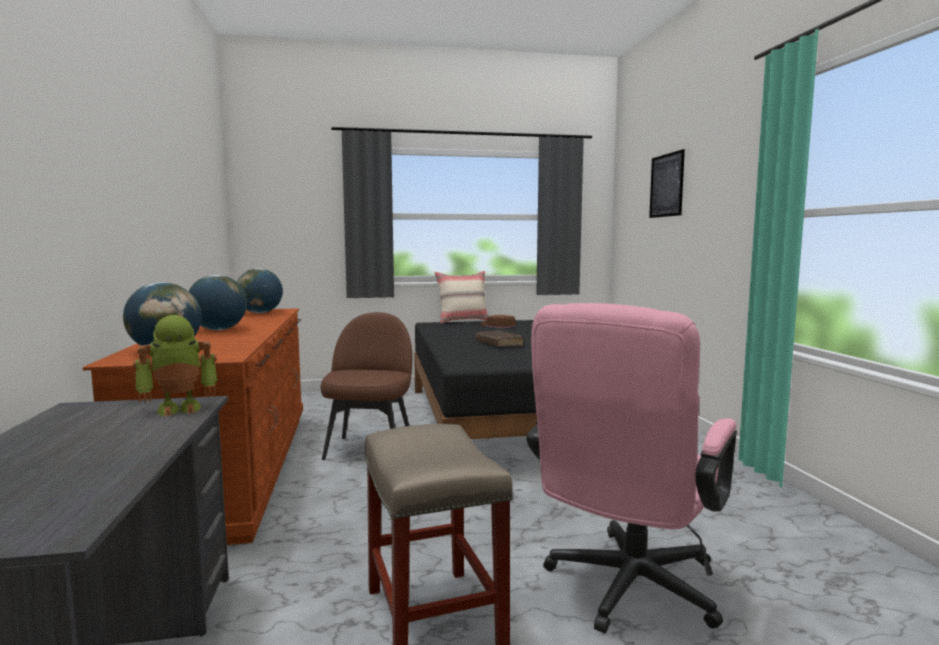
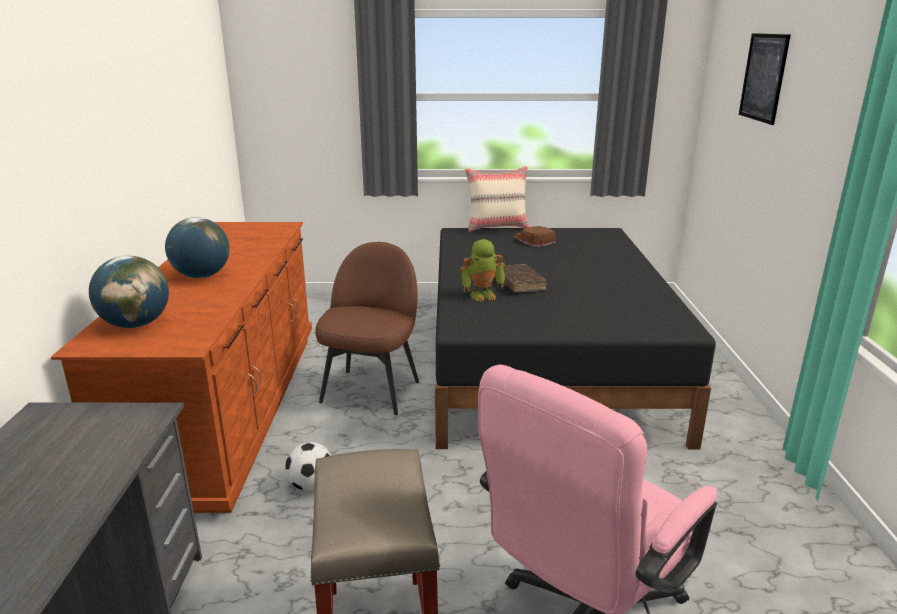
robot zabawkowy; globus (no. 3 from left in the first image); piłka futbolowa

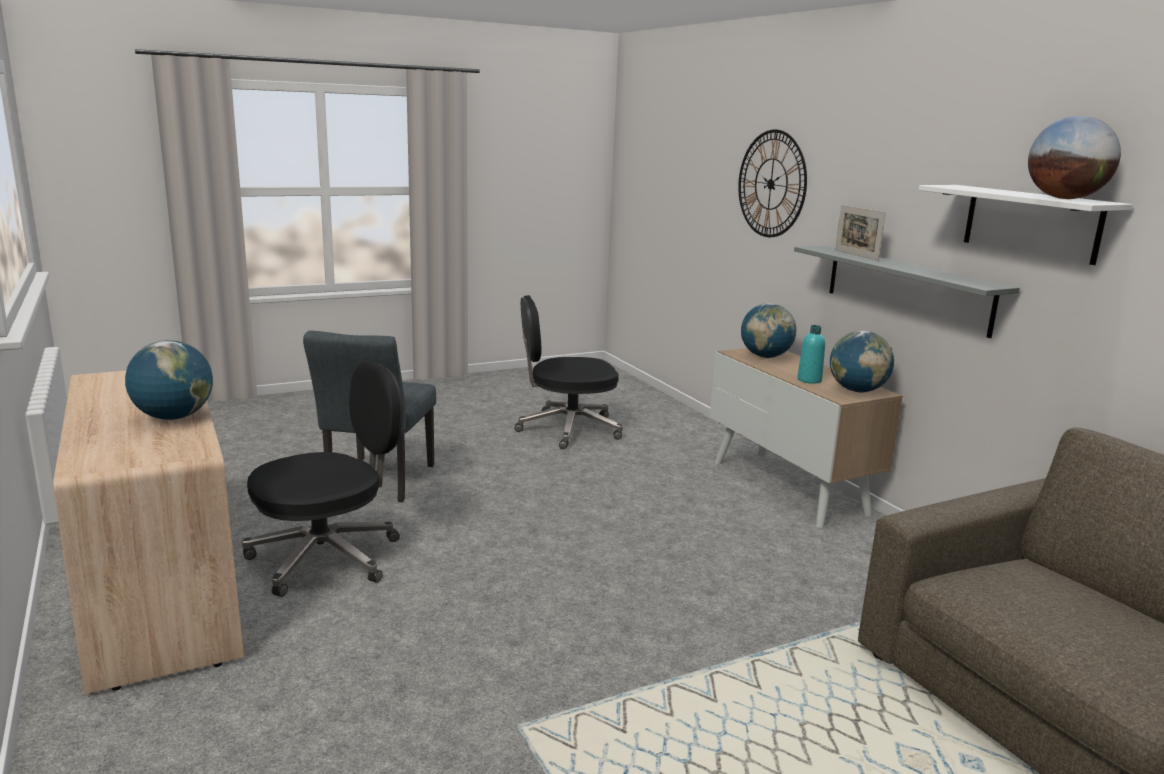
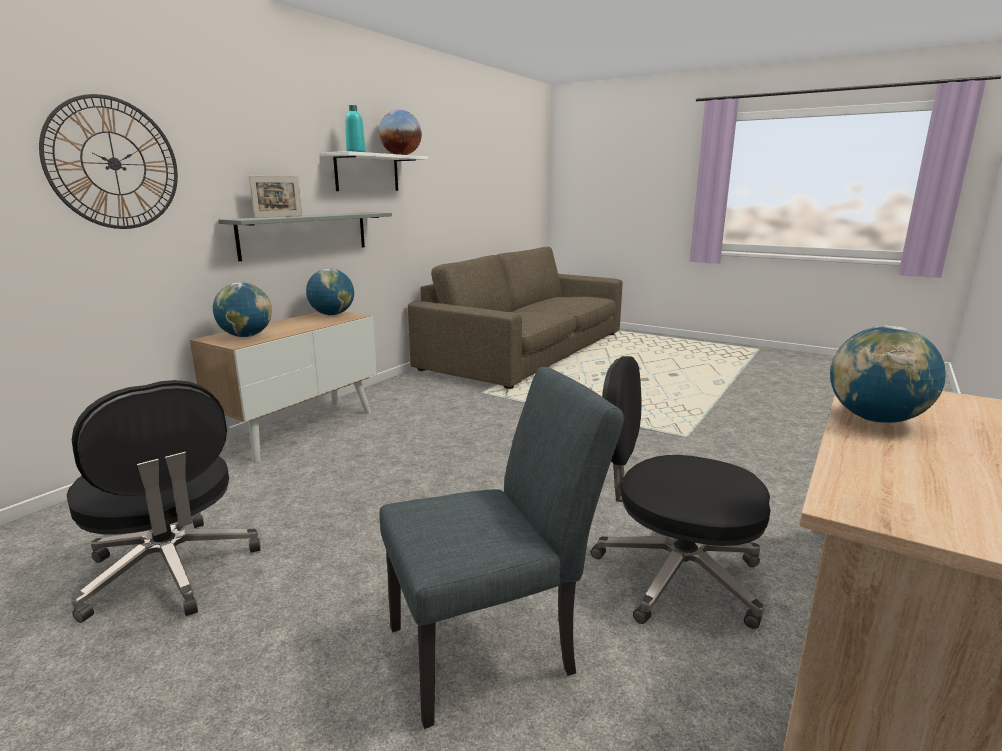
butelka/turkusowy

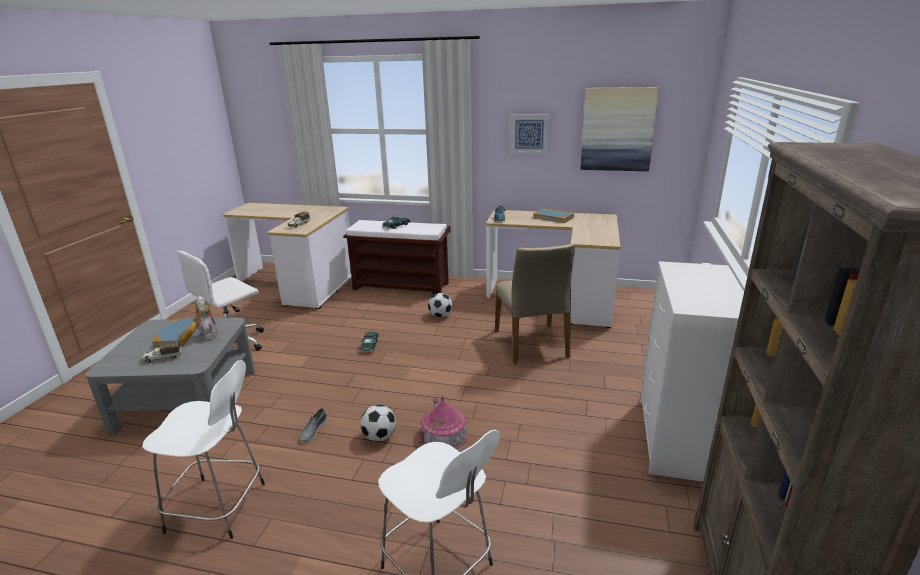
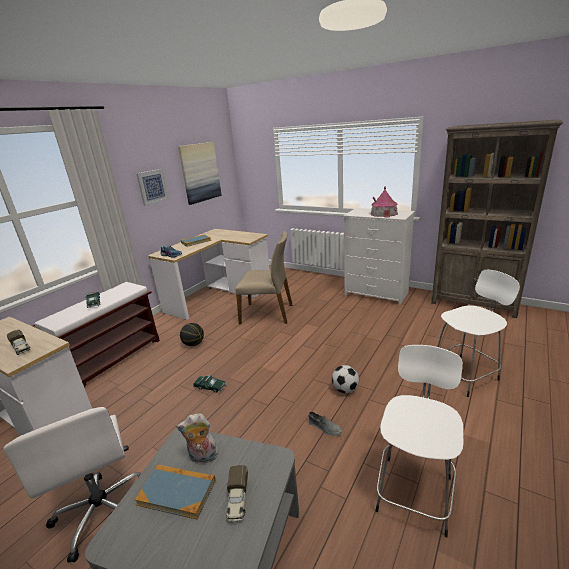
domek; piłka do koszykówki

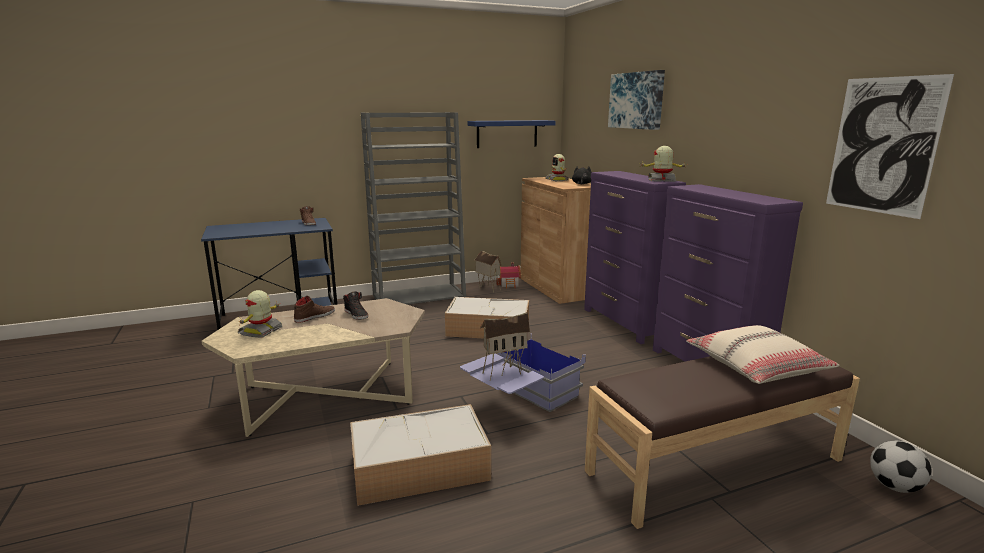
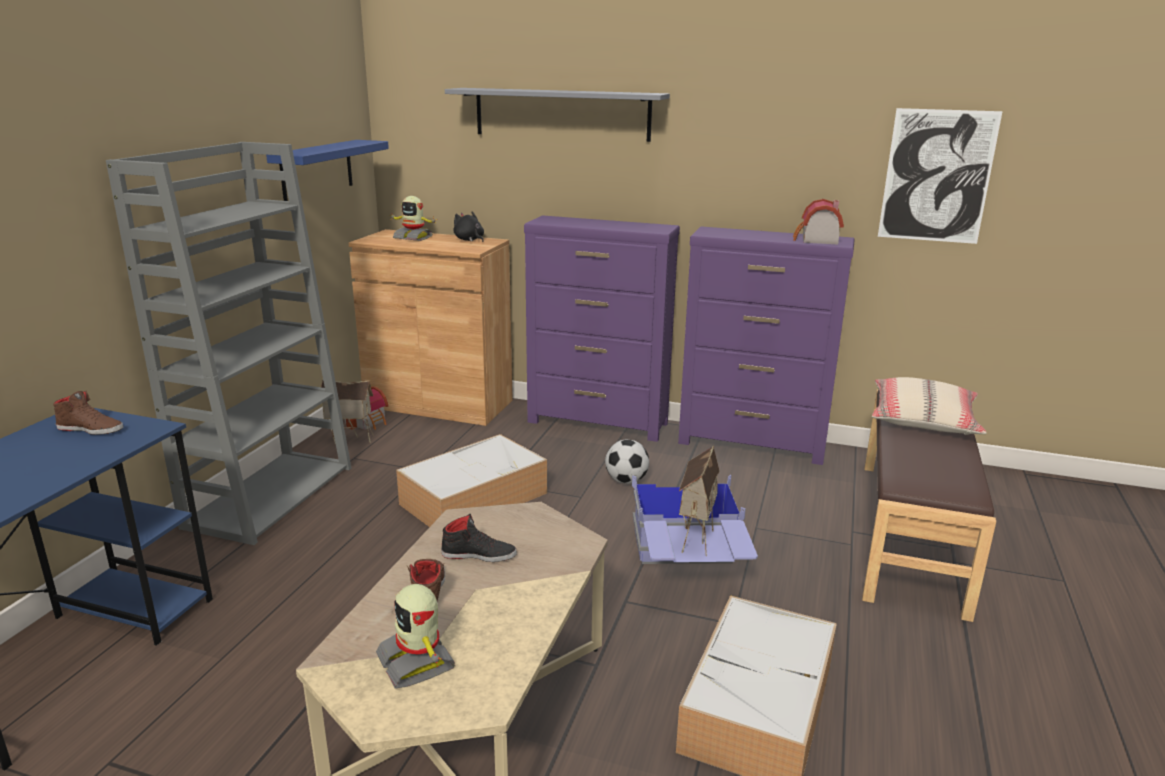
półka/szary; robot zabawkowy (no. 3 from left in the first image); piłka futbolowa; domek (no. 4 from left)

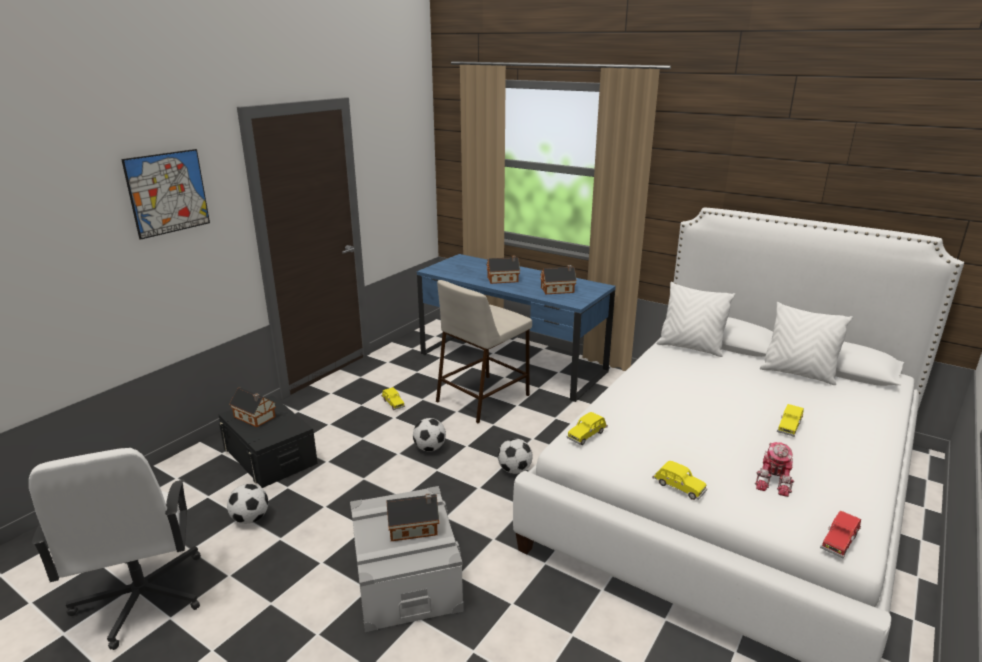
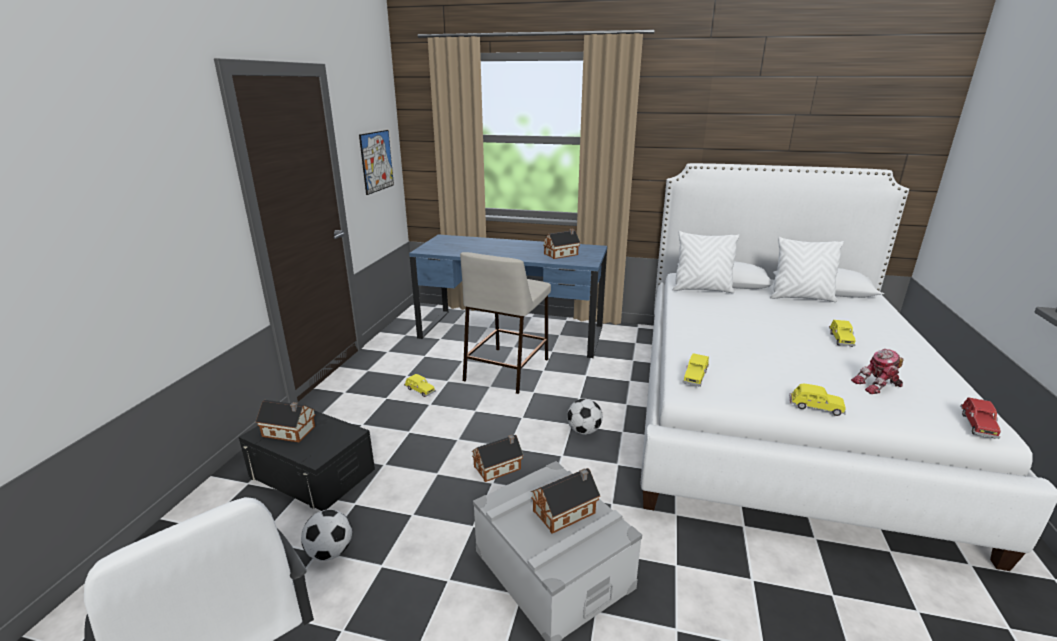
obraz; piłka futbolowa (no. 2 from left in the first image); domek (no. 2 from left); robot zabawkowy

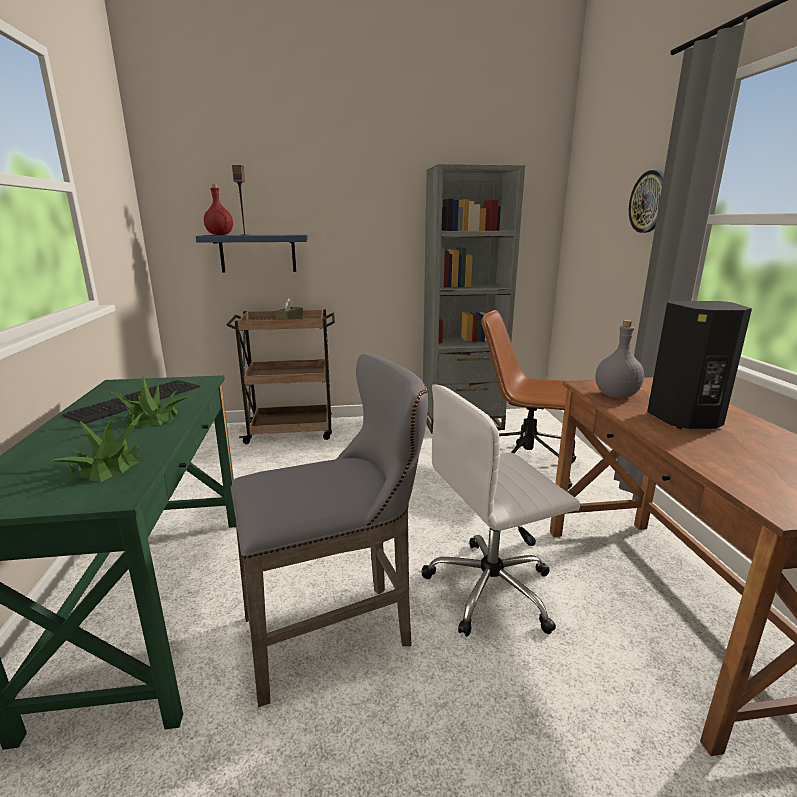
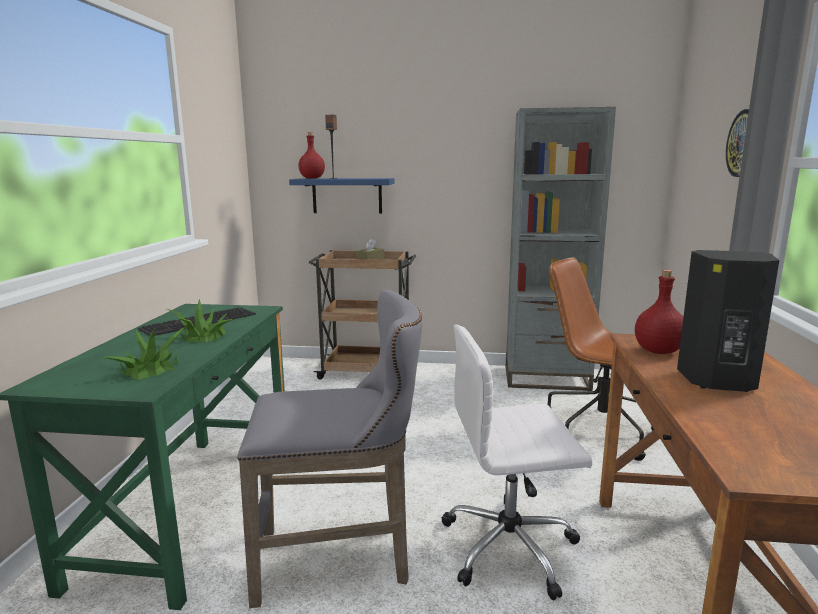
butelka/czerwony (no. 2 from left)

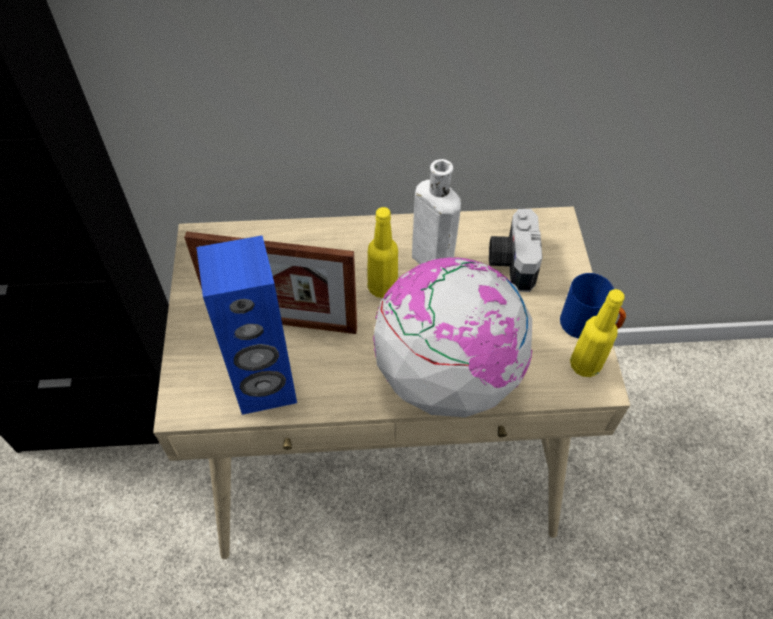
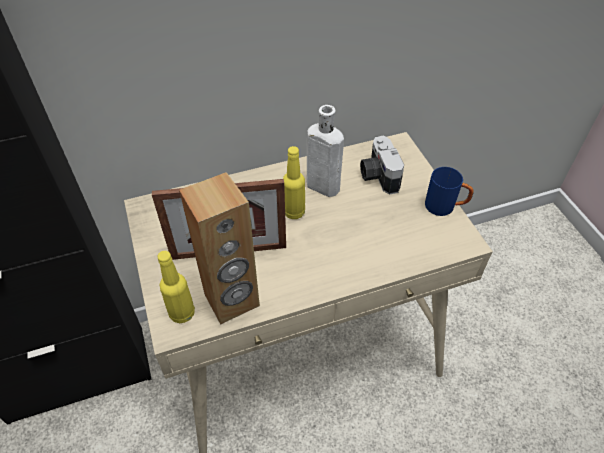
głośnik/brązowy; globus; butelka/żółty (no. 1 from left)

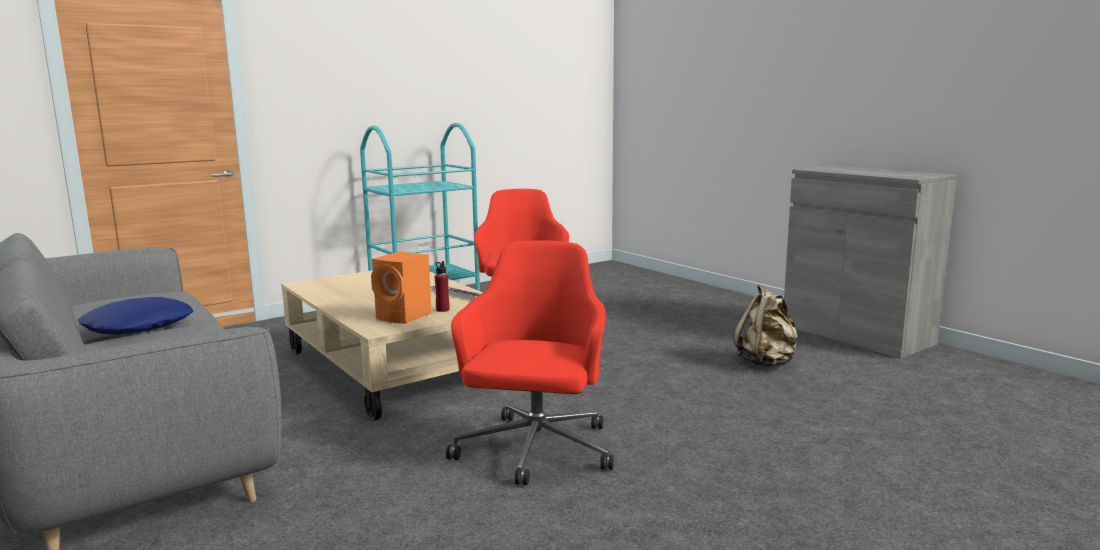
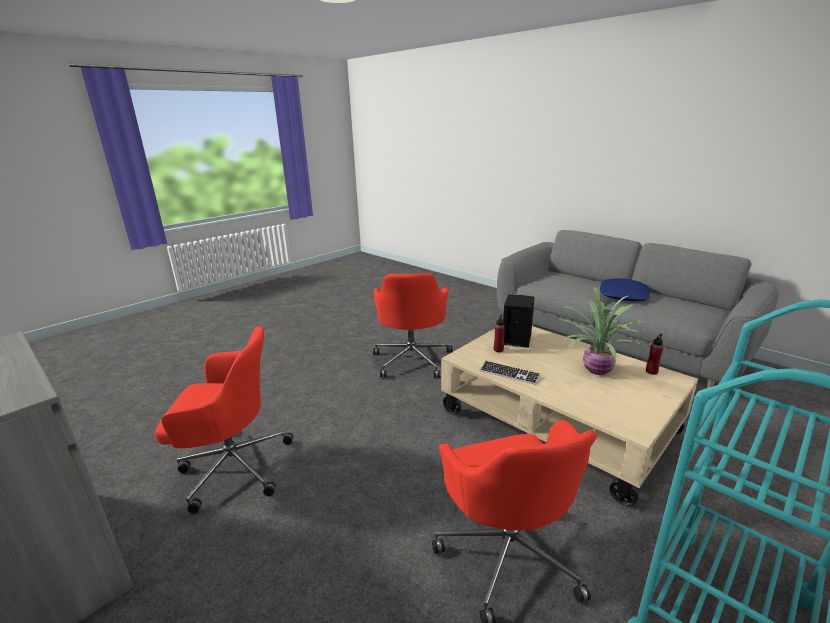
głośnik/czarny; krzesło biurowe/czerwony (no. 1 from left); roślina doniczkowa; butelka/czerwony (no. 2 from left)

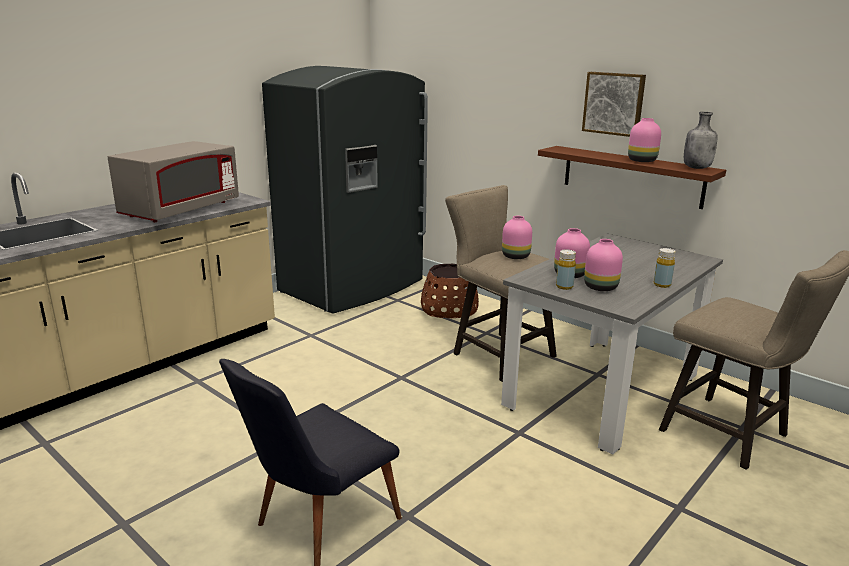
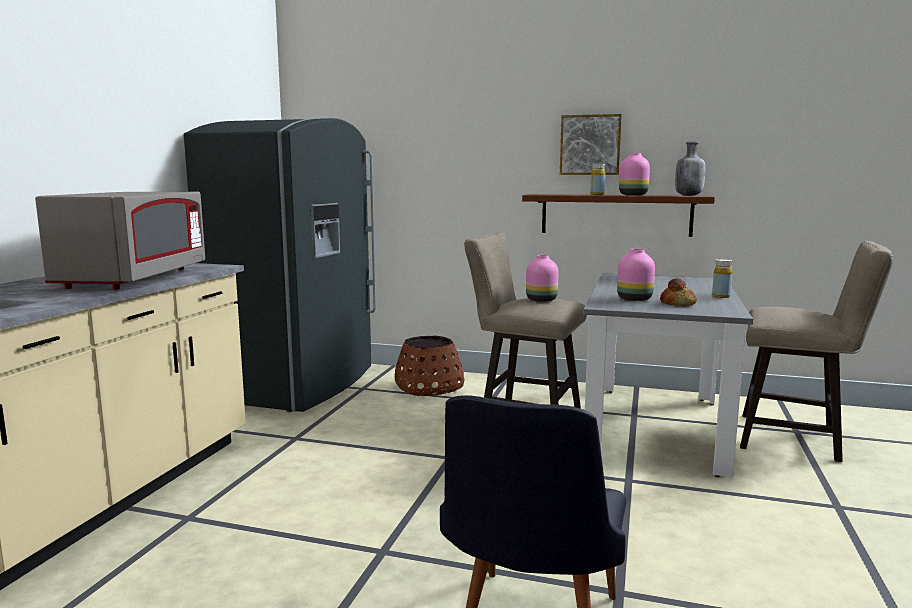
butelka/żółty (no. 1 from left); chleb

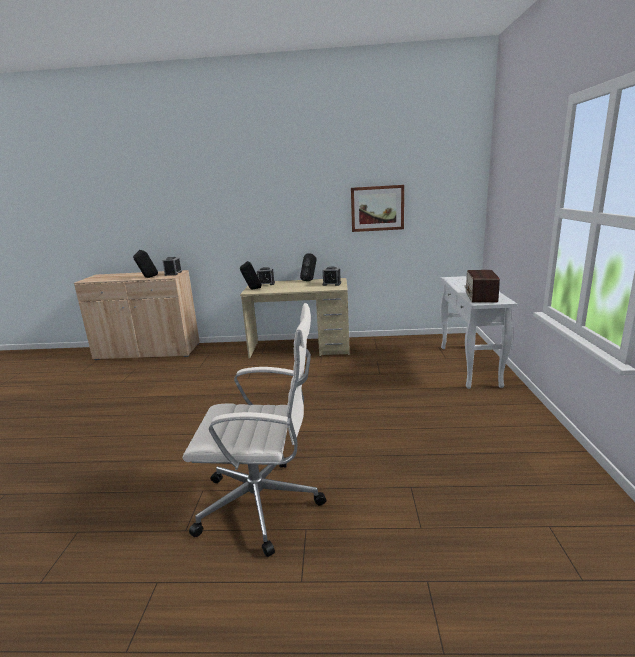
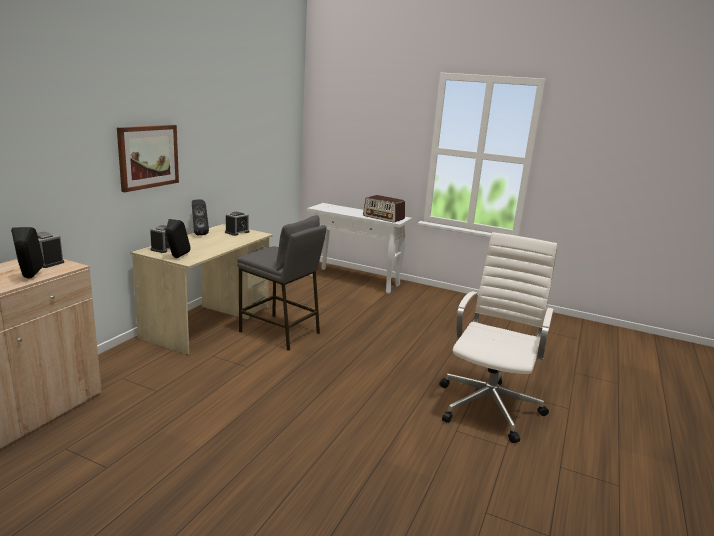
obraz; stołek/szary

